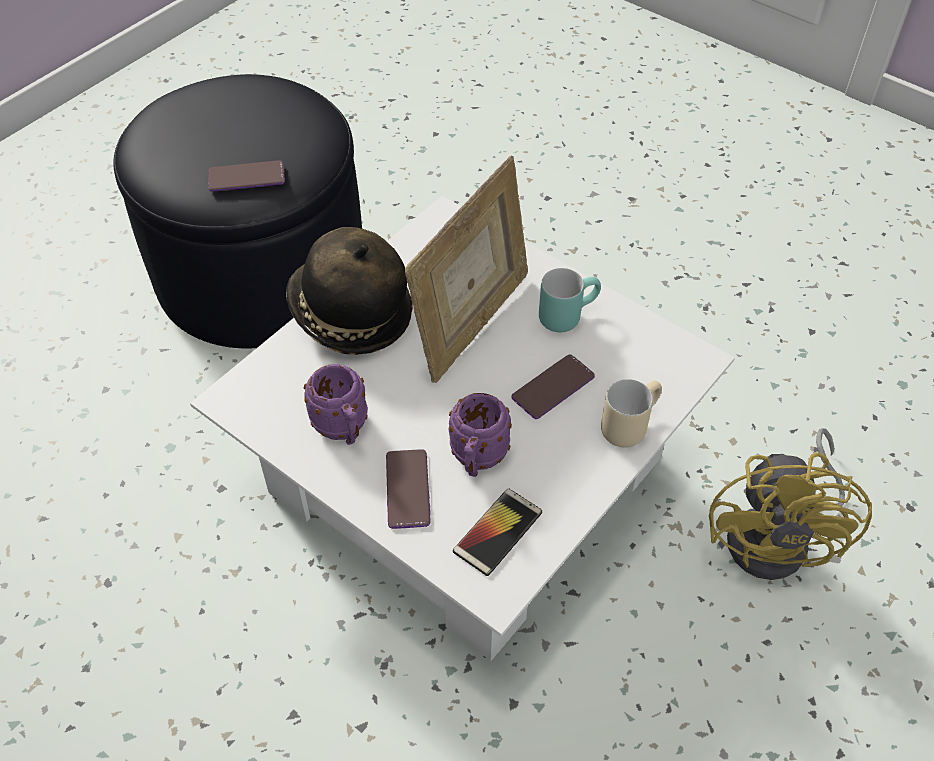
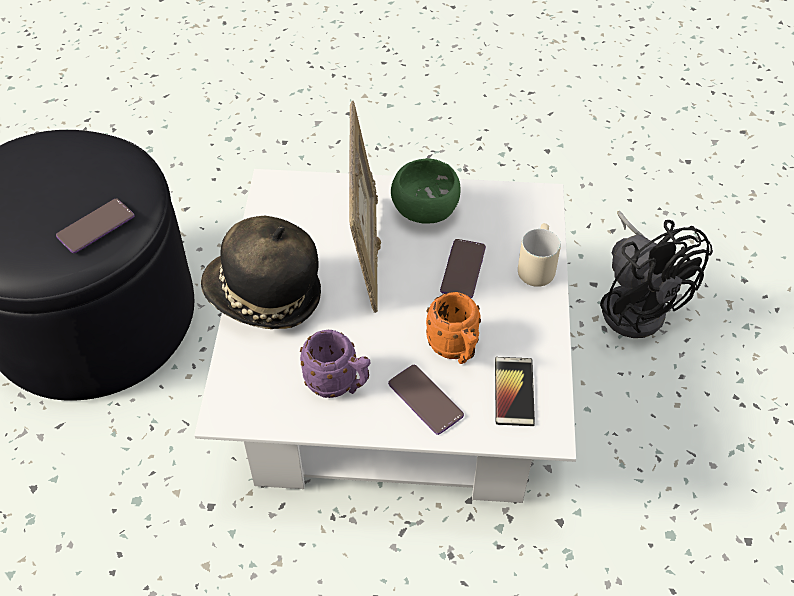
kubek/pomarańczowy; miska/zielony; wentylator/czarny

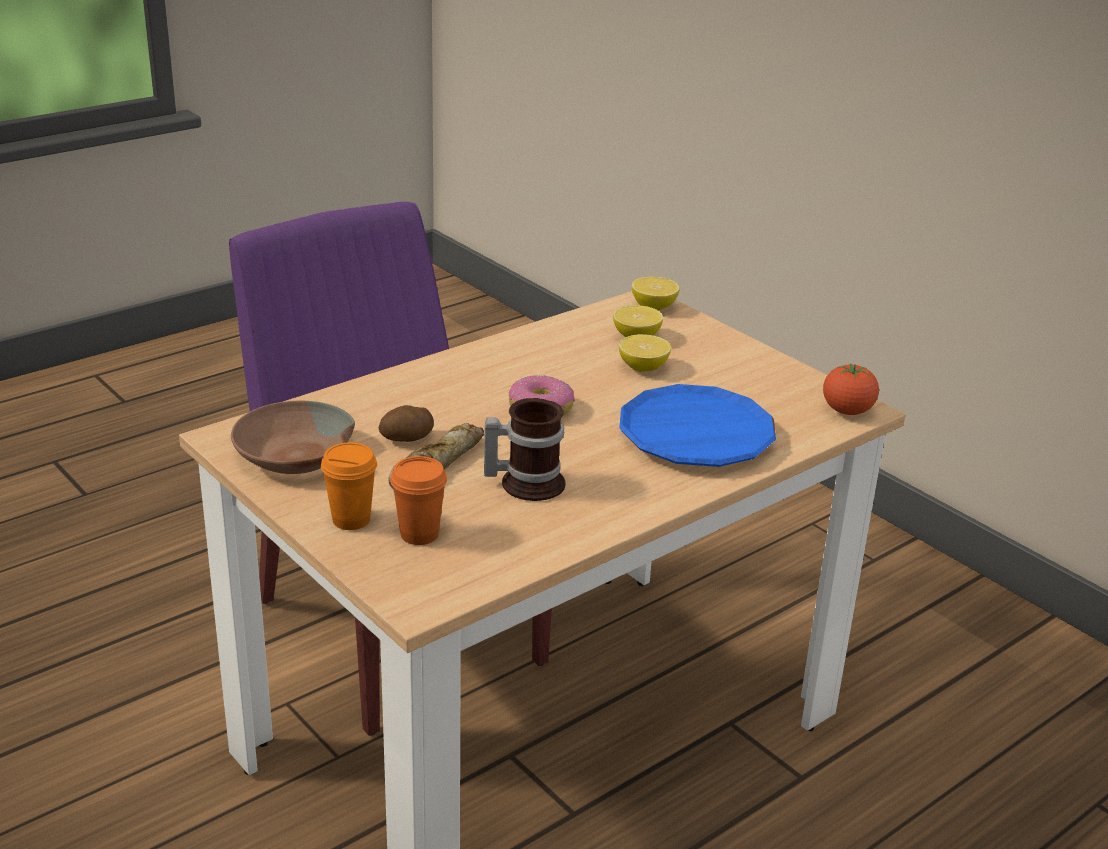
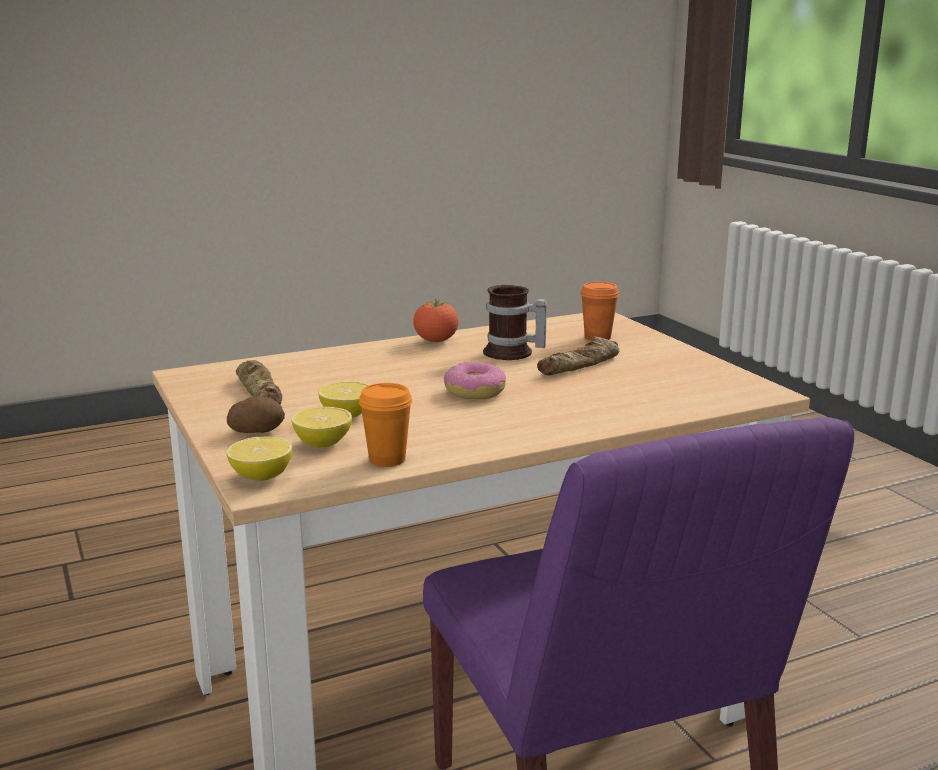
miska/brązowy; filiżanka/pomarańczowy (no. 1 from left); ziemniak; talerz/niebieski; pomidor; chleb (no. 1 from left)

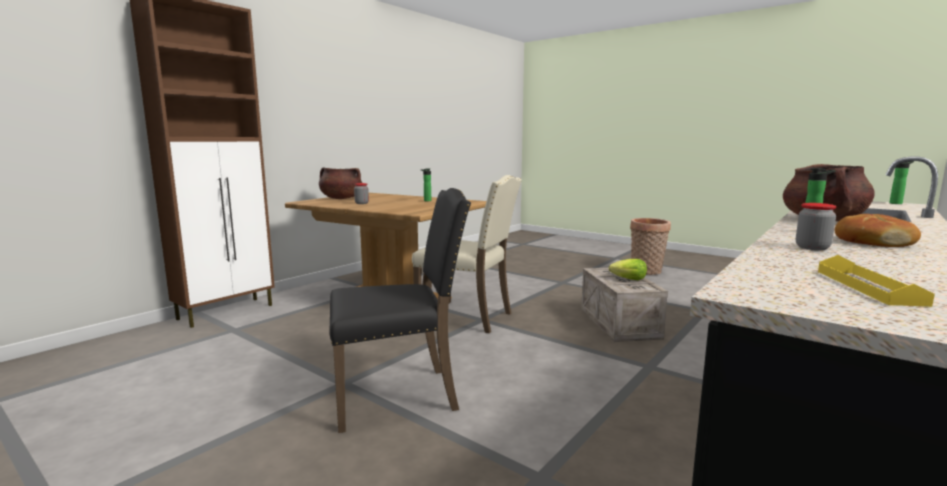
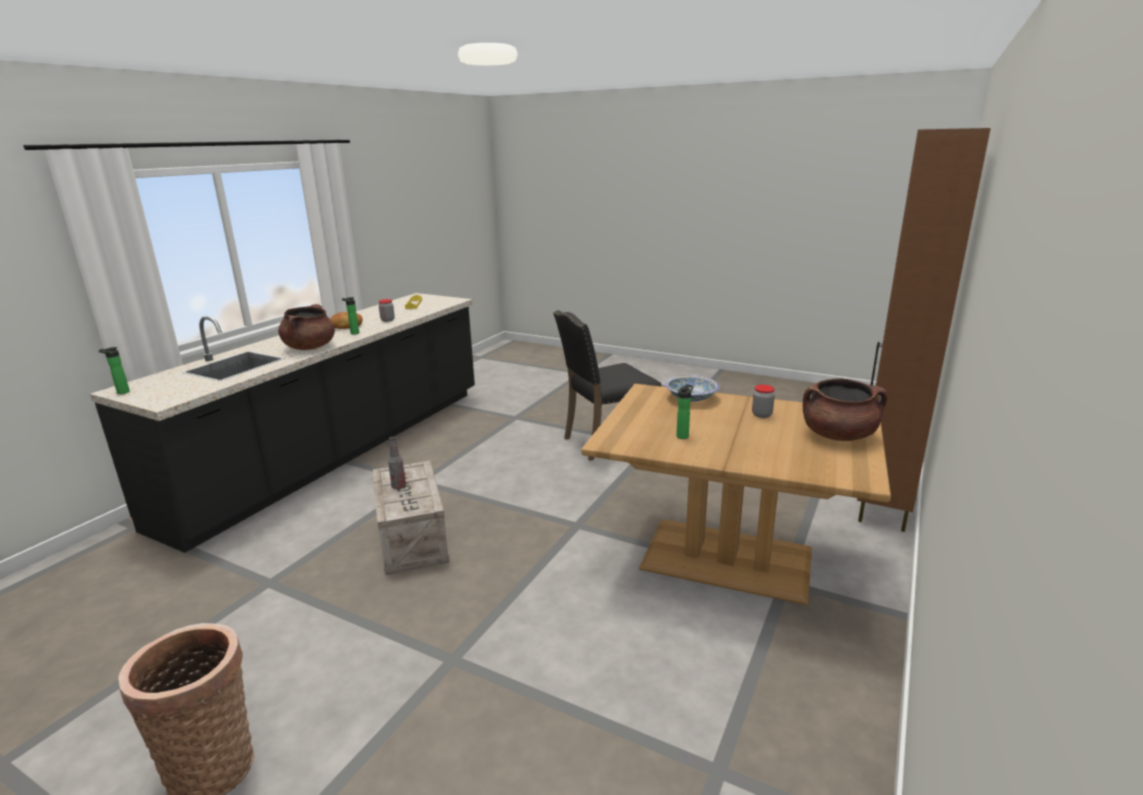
krzesło/beżowy; butelka (no. 3 from left); miska

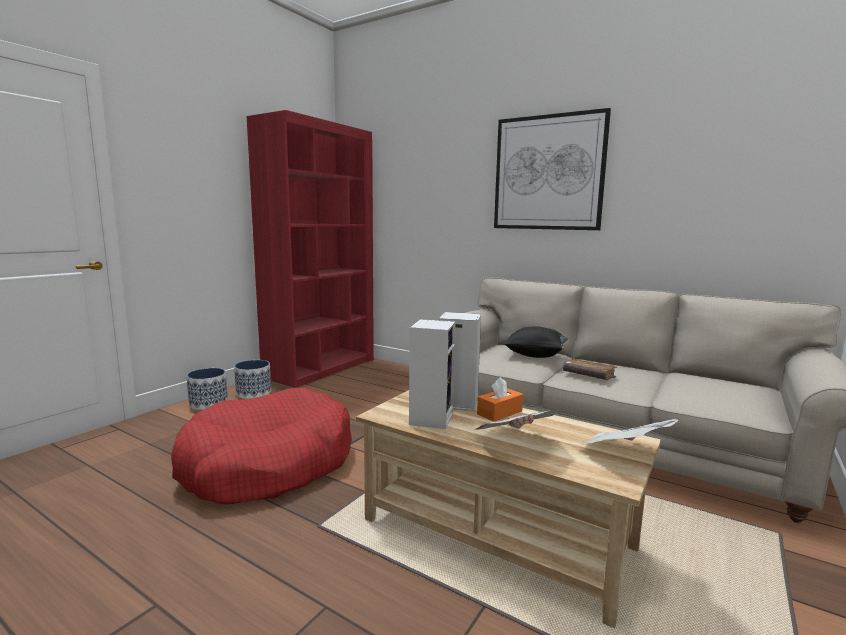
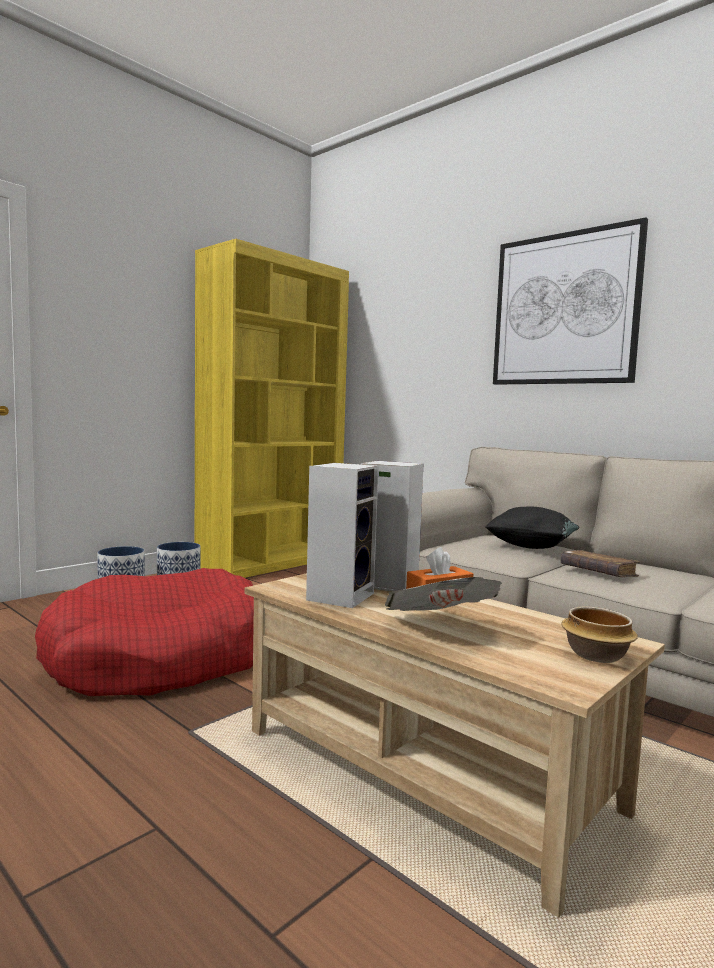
regał/żółty; miska

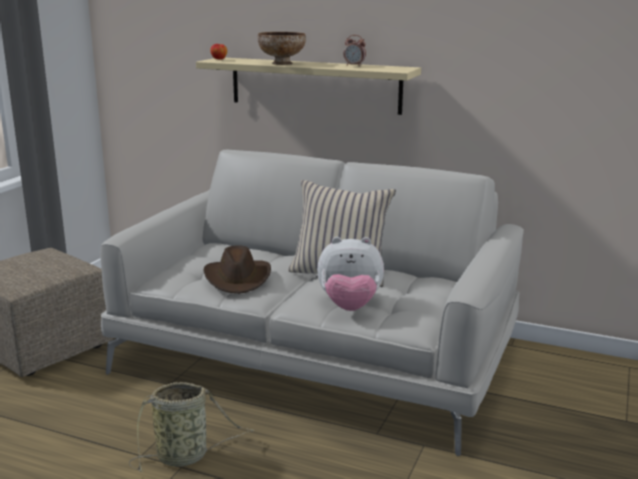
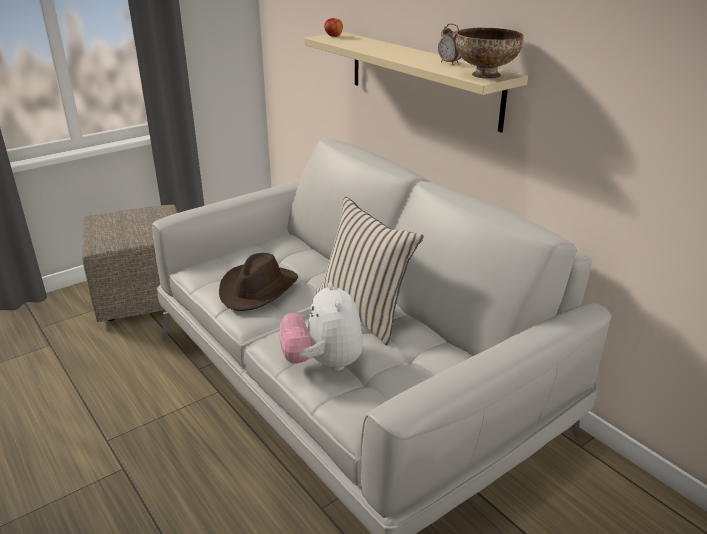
koszyk; miska; pluszak

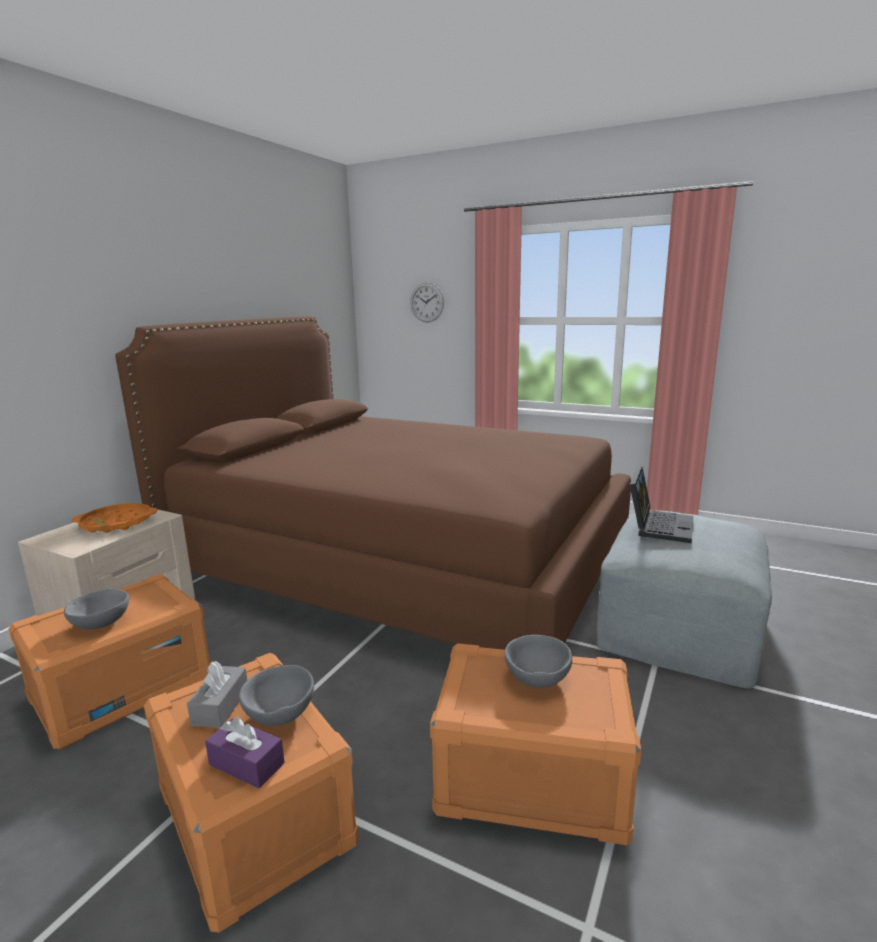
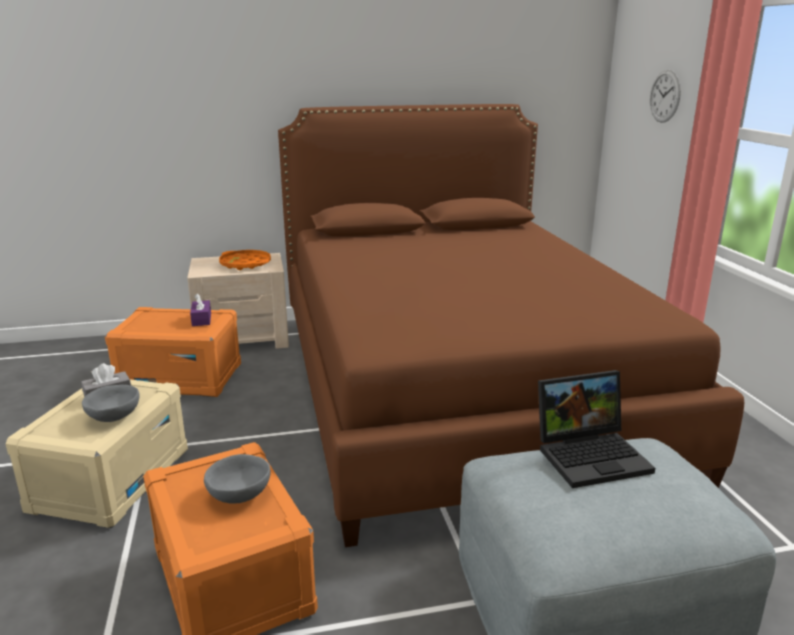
miska/szary (no. 1 from left in the first image); pojemnik do przechowywania/beżowy; pudełko chusteczek/fioletowy

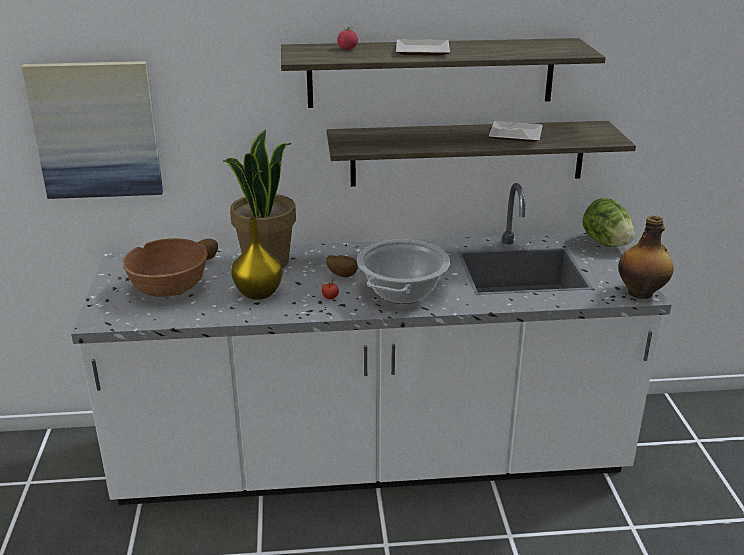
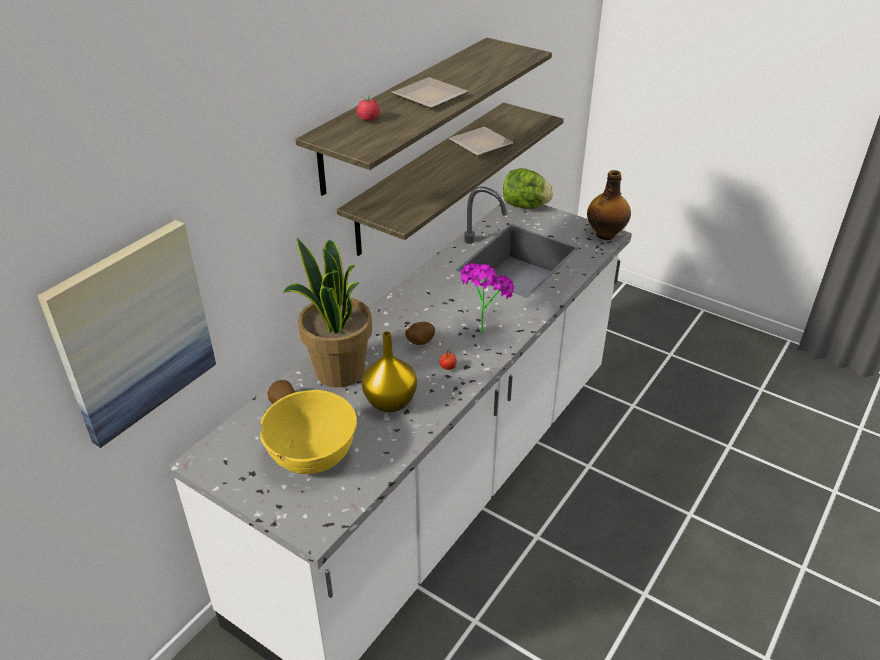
miska/żółty; roślina doniczkowa (no. 2 from left)

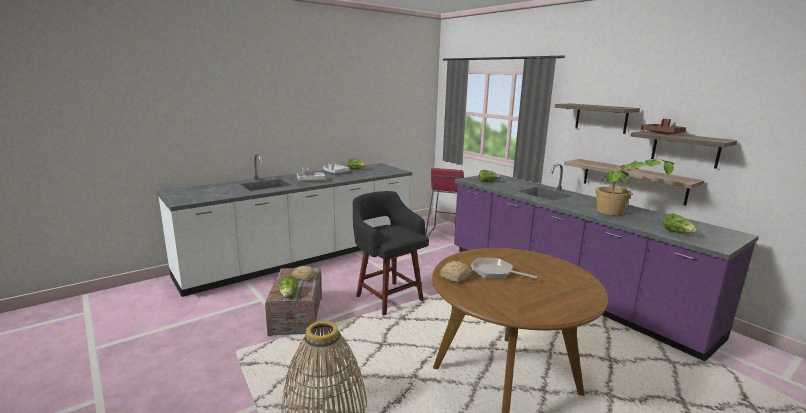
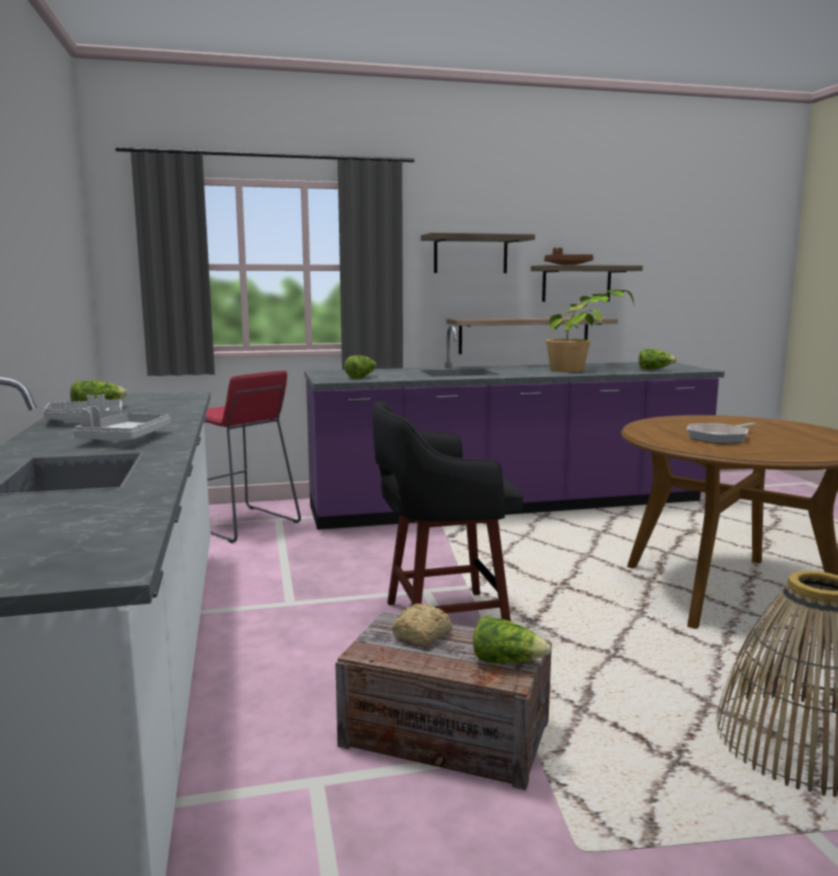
chleb (no. 2 from left in the first image)

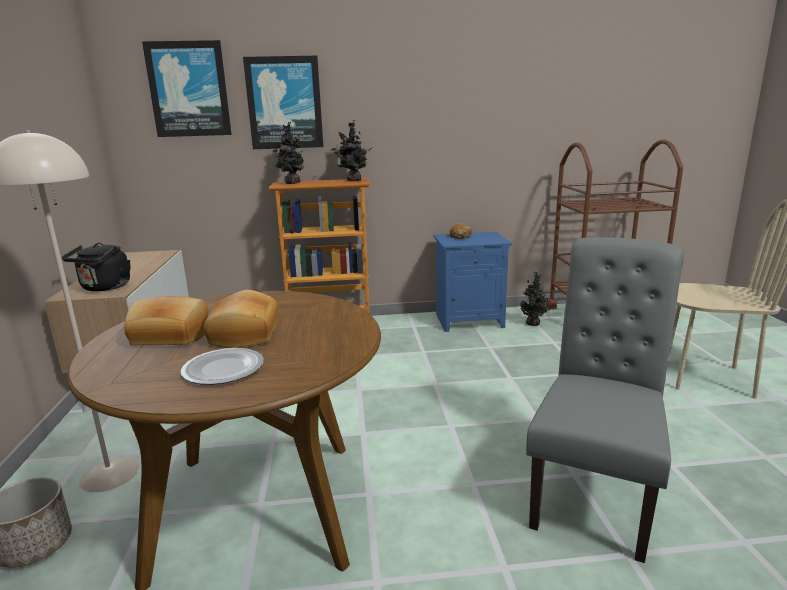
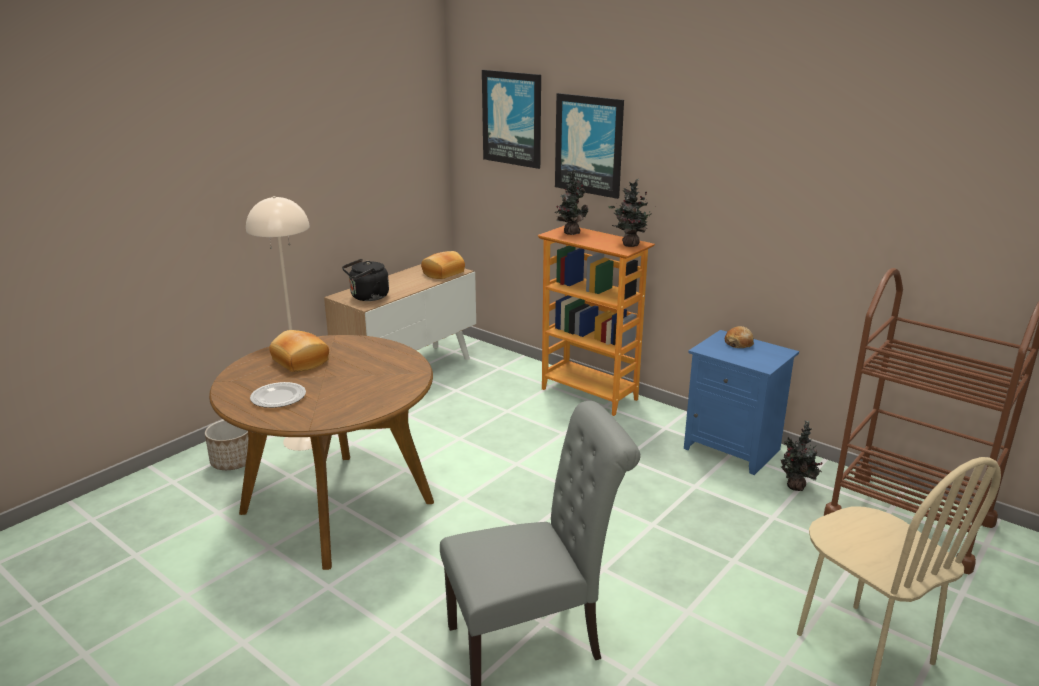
chleb (no. 2 from left)

